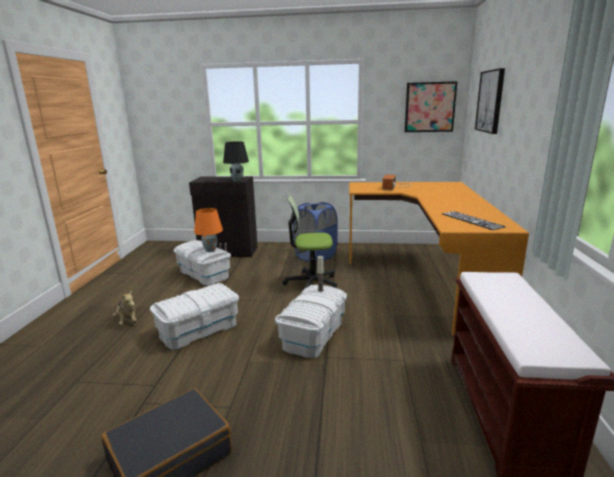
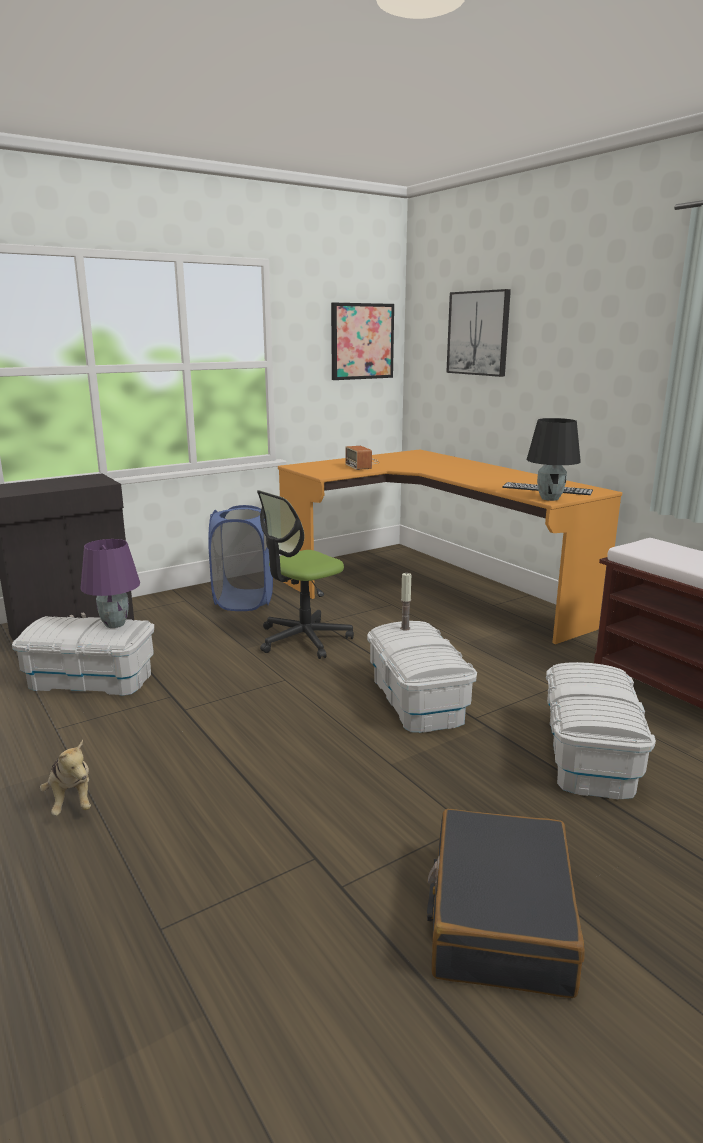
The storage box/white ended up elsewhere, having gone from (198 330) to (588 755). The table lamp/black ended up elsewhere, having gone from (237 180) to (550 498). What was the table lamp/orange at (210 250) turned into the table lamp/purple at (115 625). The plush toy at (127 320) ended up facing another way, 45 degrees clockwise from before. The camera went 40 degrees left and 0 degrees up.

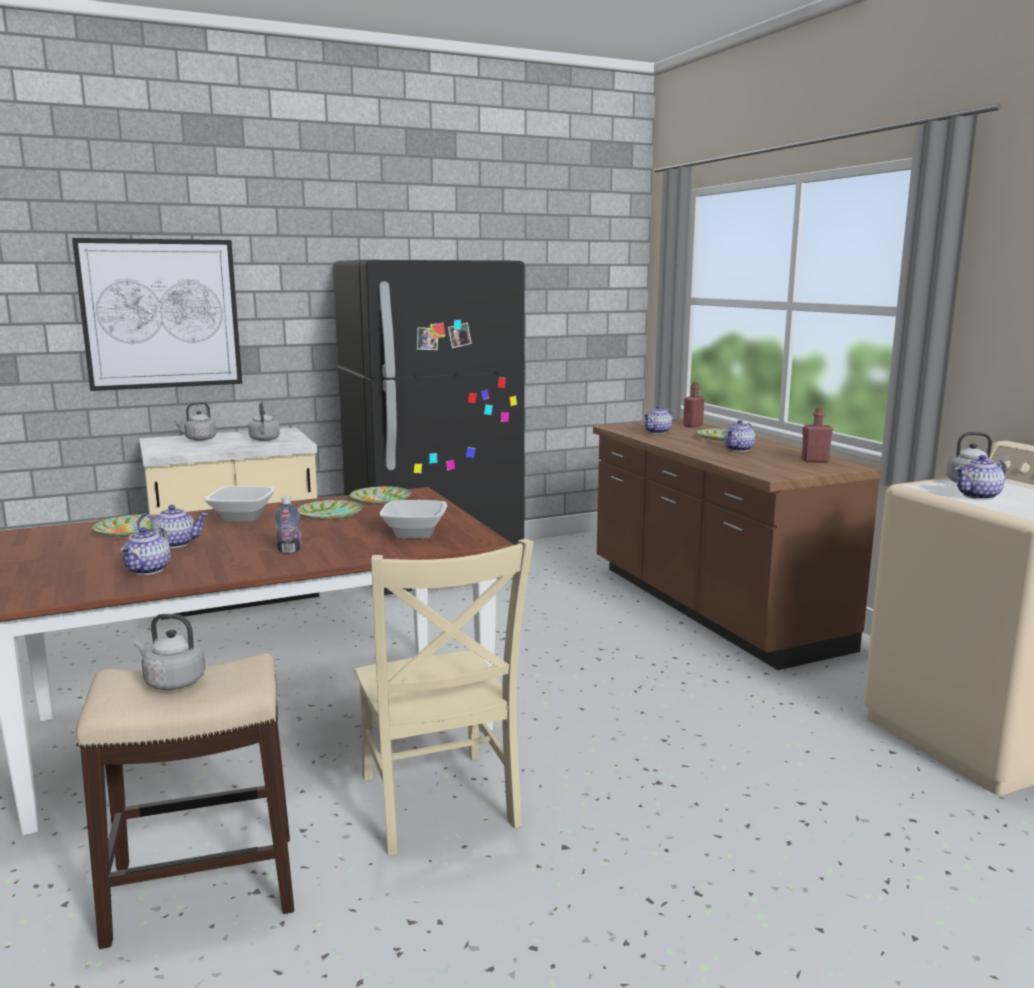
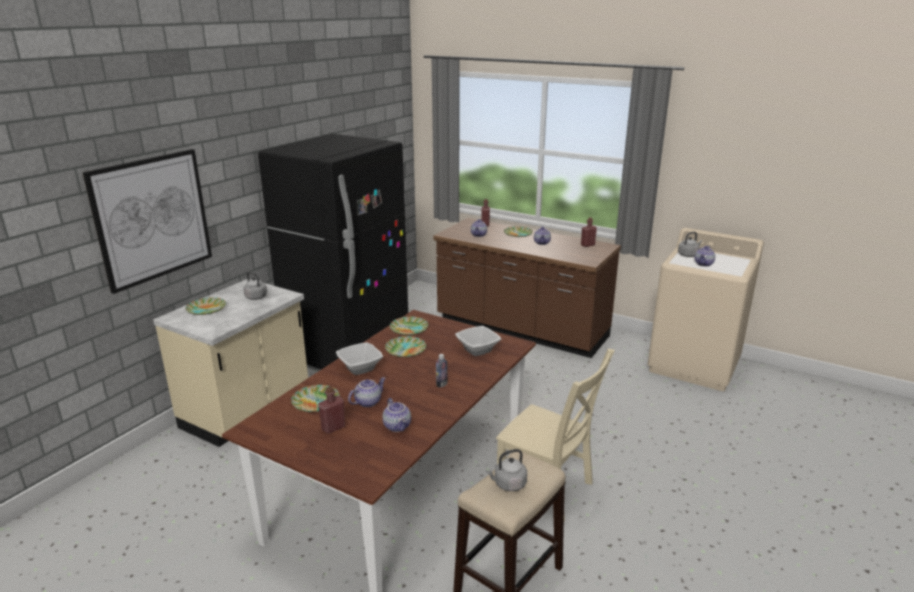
The second view gained the bottle/red at (333 428). Where the kettle/grey stood at (199 439), the plate came to stand at (206 309). The camera went 35 degrees left and 10 degrees up.

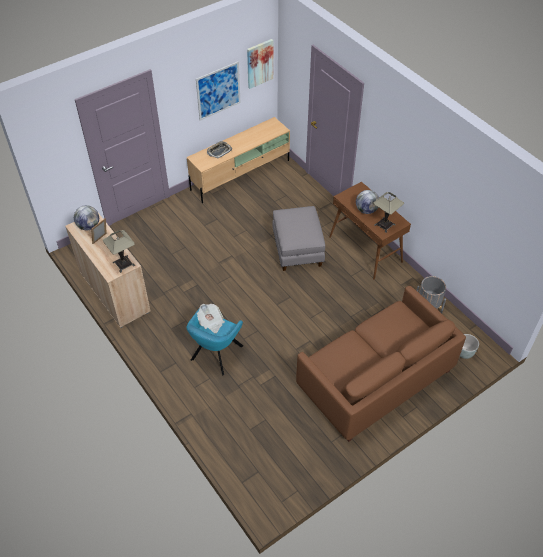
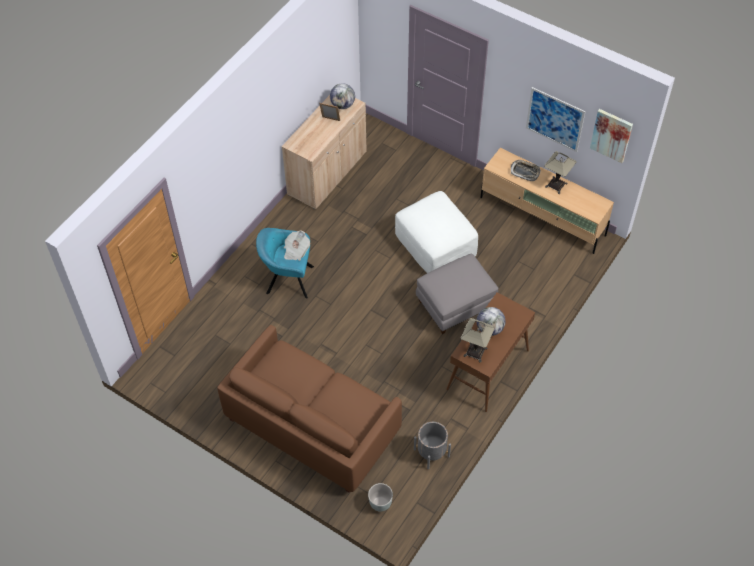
The second view gained the ottoman/white at (436 243). The table lamp ended up elsewhere, having gone from (123 263) to (556 185). The camera went 70 degrees right and 5 degrees up.

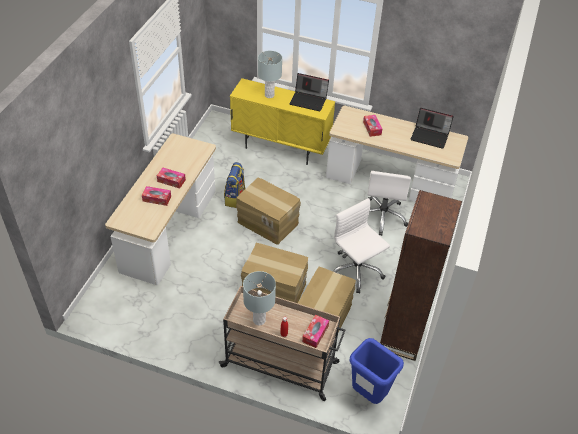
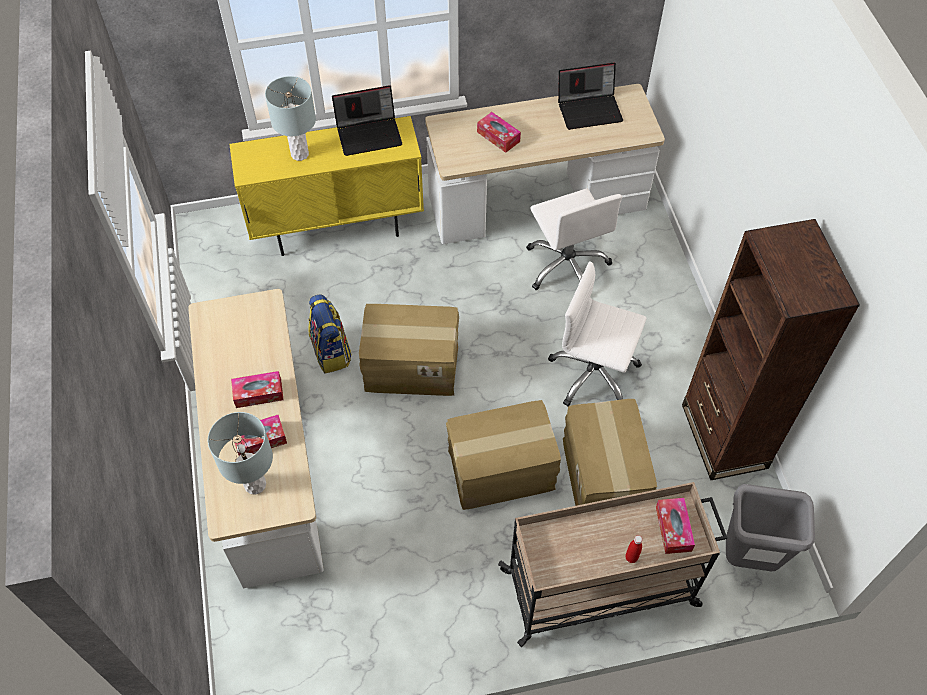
The table lamp/grey ended up elsewhere, having gone from (259 320) to (255 484). What was the trash can/blue at (368 394) turned into the trash can/grey at (747 558). The camera went 30 degrees left and 10 degrees up.

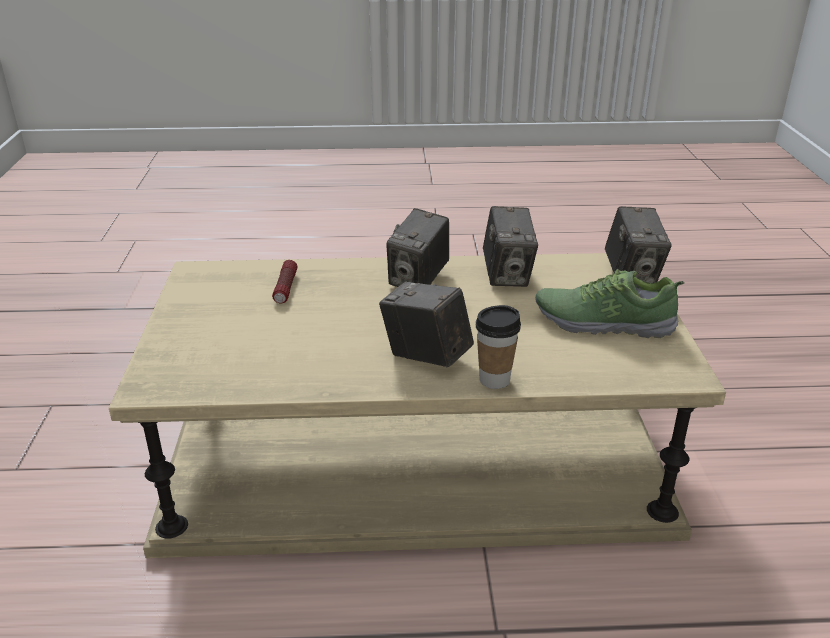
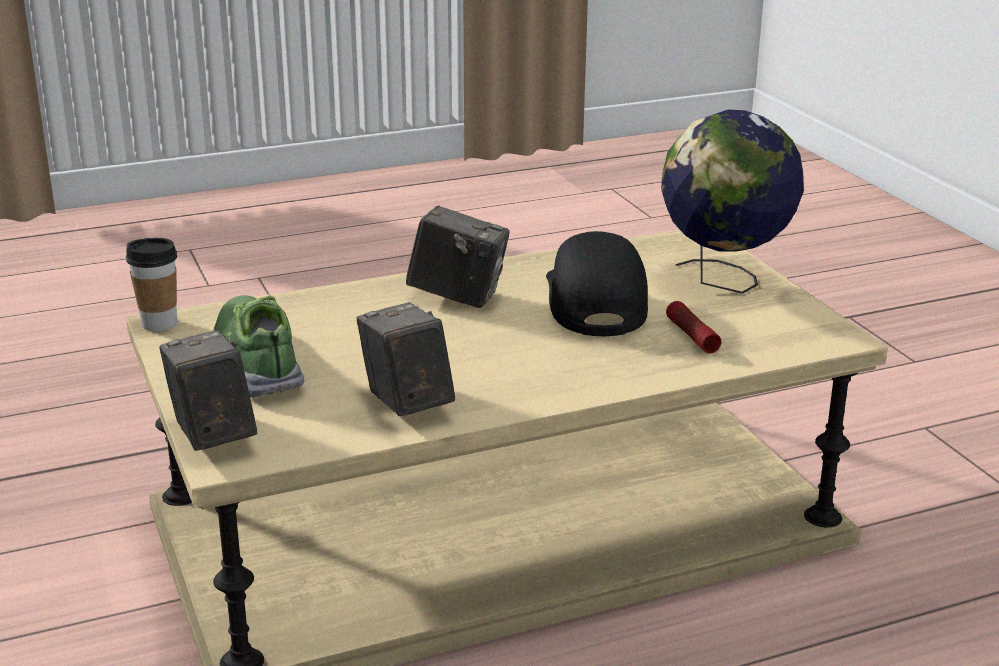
The second view lost the photo camera at (418 281). The second view gained the cap/black at (595 301). The second view gained the globe at (723 281). The cup ended up elsewhere, having gone from (494 380) to (159 323). The shoe at (603 322) ended up facing another way, 105 degrees counterclockwise from before. The camera went 160 degrees right and 5 degrees down.

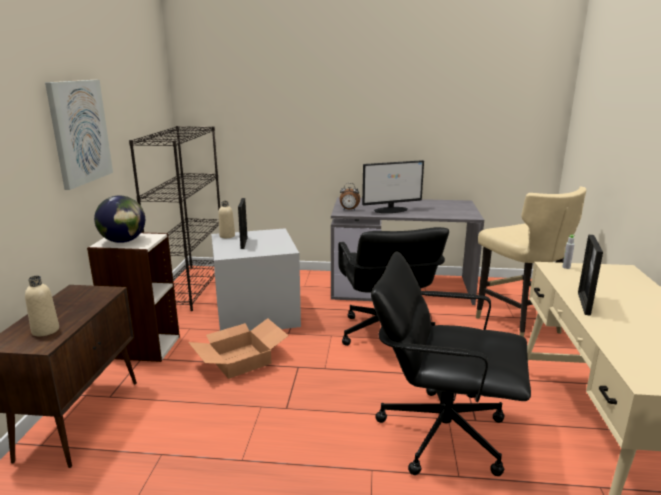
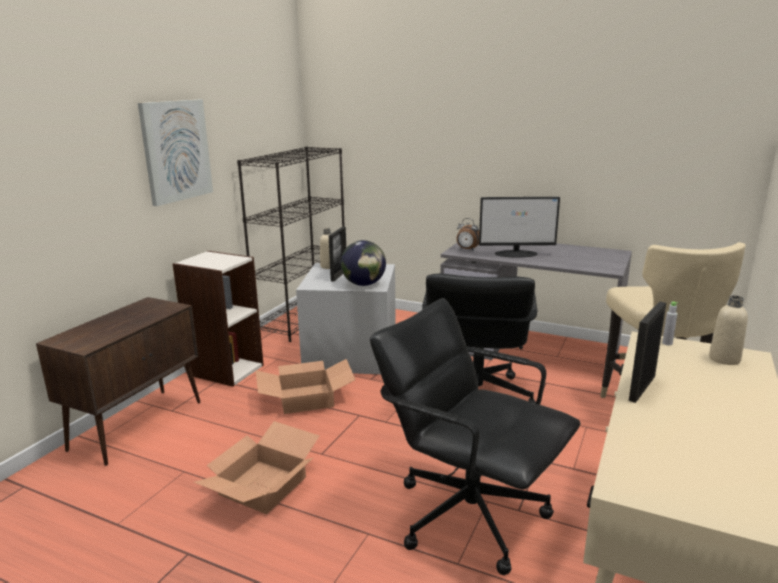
The second view gained the cardboard box at (263 487). The bottle/beige ended up elsewhere, having gone from (45 330) to (724 359). The globe ended up elsewhere, having gone from (123 241) to (364 284). The camera went 20 degrees right and 0 degrees up.

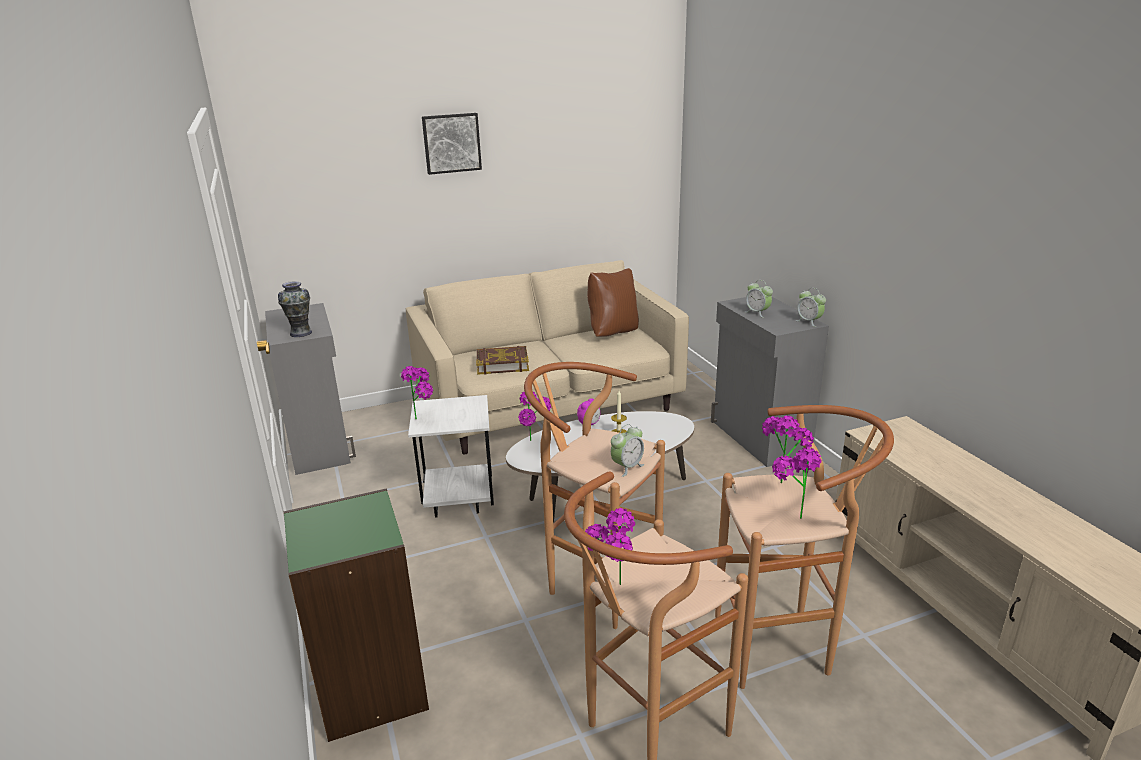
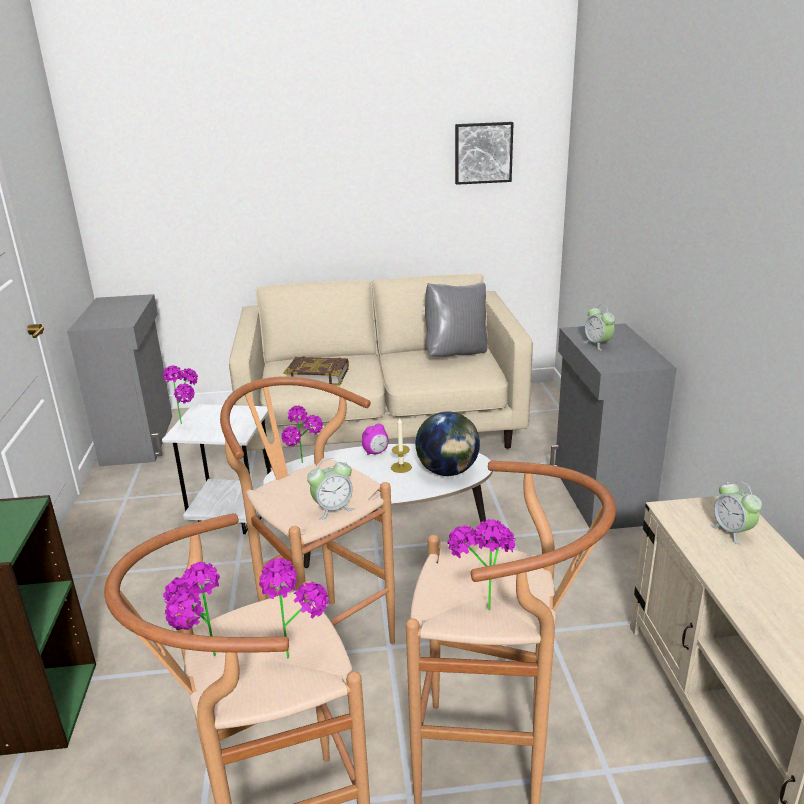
The second view lost the vase at (301 333). The second view gained the globe at (447 472). The picture ended up elsewhere, having gone from (451 143) to (483 153). The potted plant ended up elsewhere, having gone from (781 478) to (296 648). The alarm clock ended up elsewhere, having gone from (809 322) to (732 532). What was the pillow/brown at (612 333) turned into the pillow/grey at (456 354). The camera went 15 degrees right and 0 degrees up.

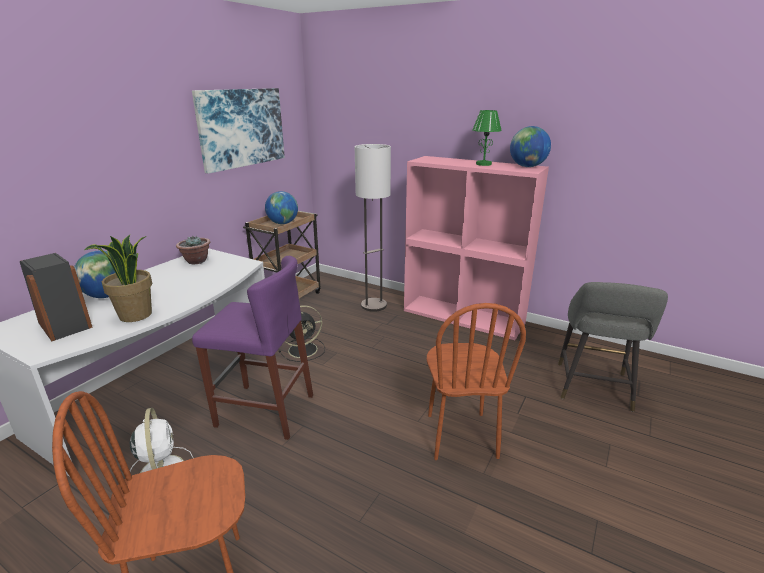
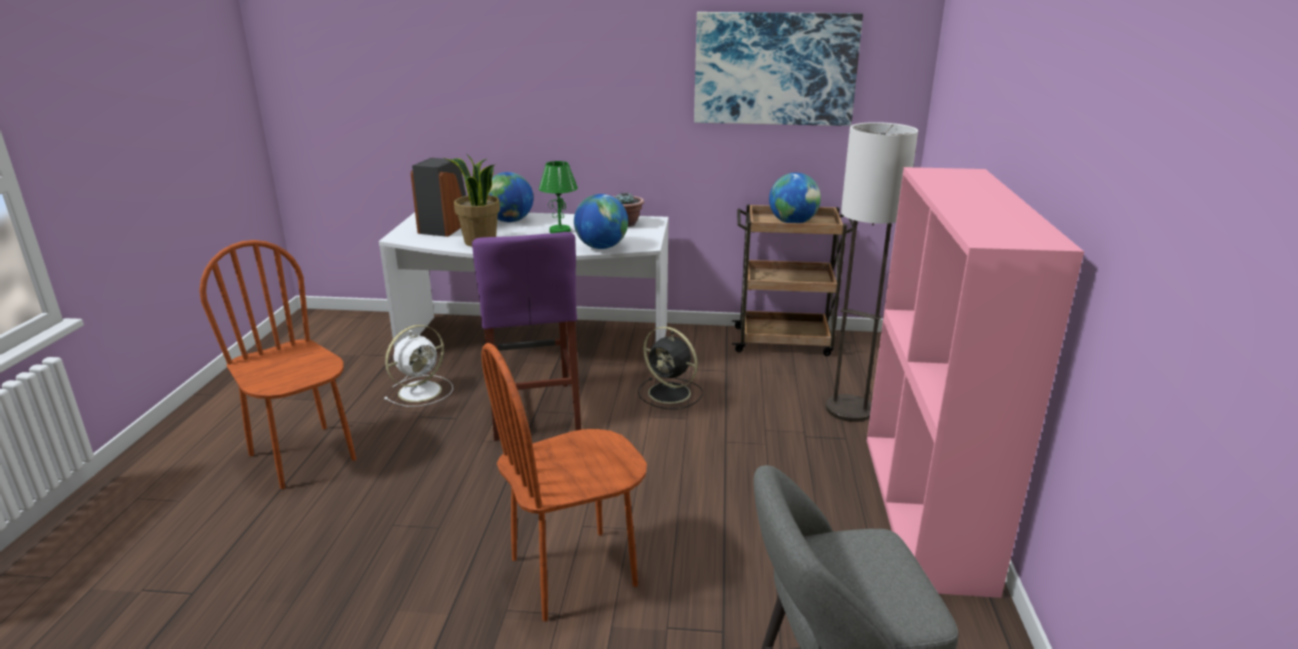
The table lamp/green ended up elsewhere, having gone from (484 164) to (560 231). The globe ended up elsewhere, having gone from (527 167) to (601 247). The camera went 65 degrees right and 0 degrees up.

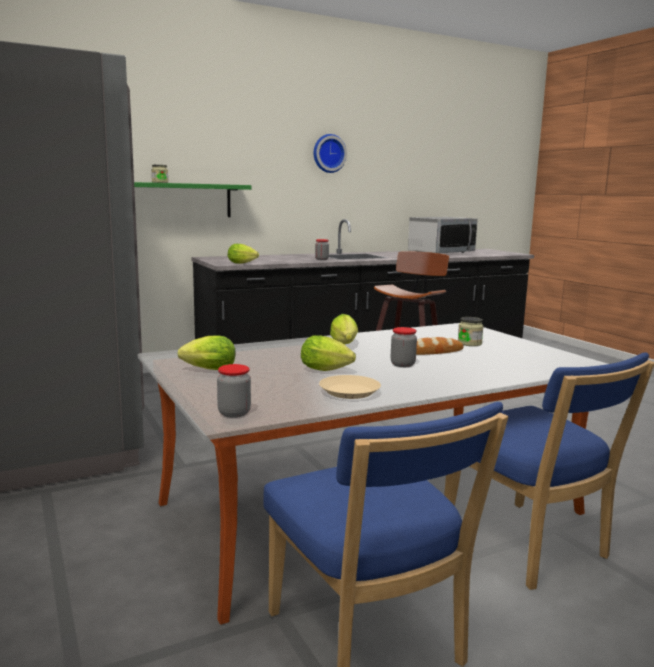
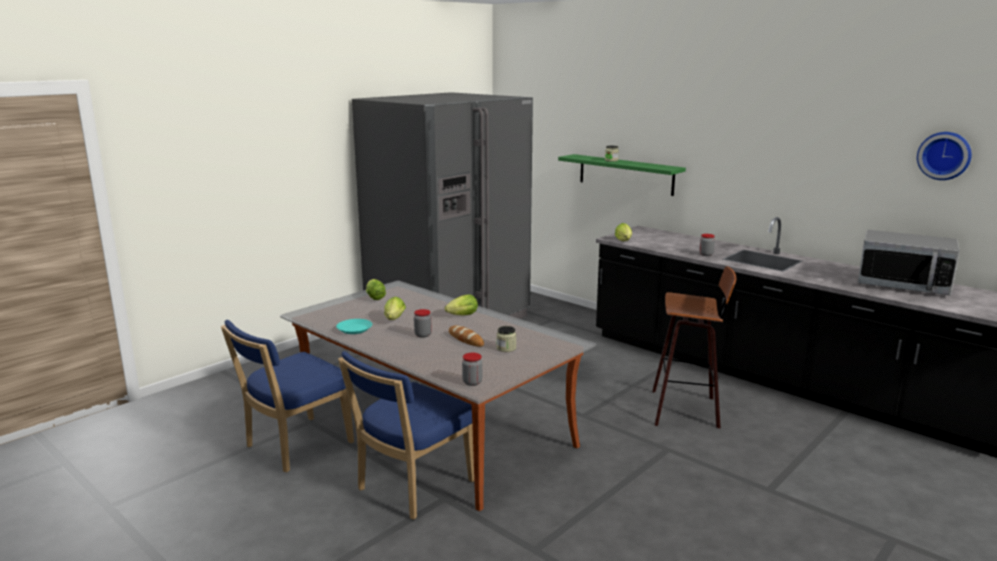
The jar ended up elsewhere, having gone from (234 413) to (472 382). The wall clock ended up elsewhere, having gone from (328 153) to (944 155). What was the plate/beige at (349 391) turned into the plate/turquoise at (355 329). The camera went 70 degrees right and 5 degrees up.

